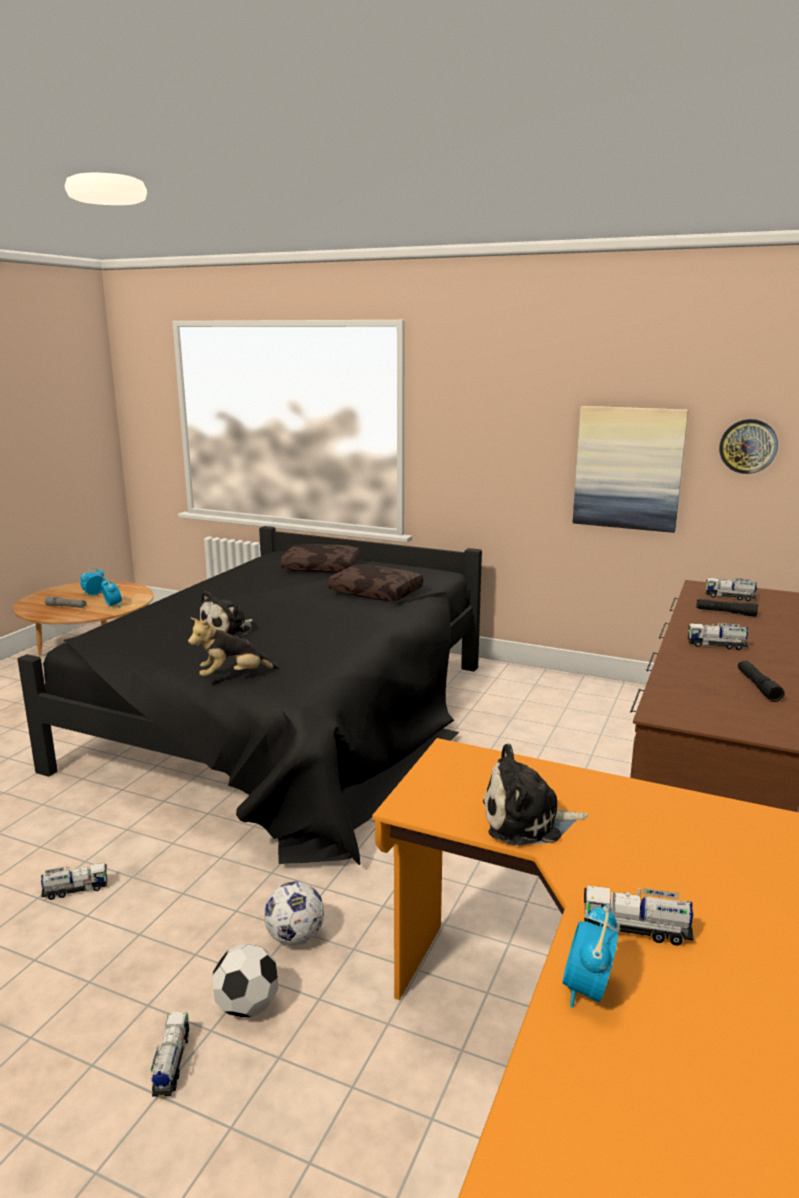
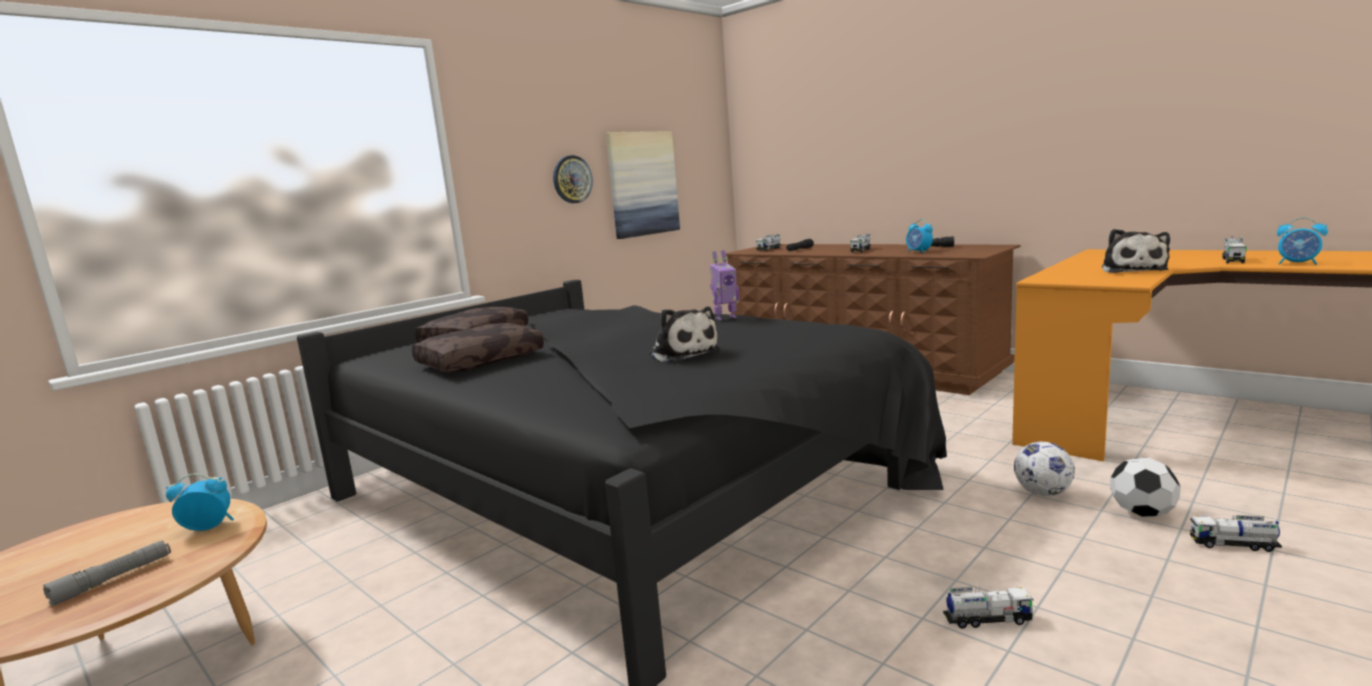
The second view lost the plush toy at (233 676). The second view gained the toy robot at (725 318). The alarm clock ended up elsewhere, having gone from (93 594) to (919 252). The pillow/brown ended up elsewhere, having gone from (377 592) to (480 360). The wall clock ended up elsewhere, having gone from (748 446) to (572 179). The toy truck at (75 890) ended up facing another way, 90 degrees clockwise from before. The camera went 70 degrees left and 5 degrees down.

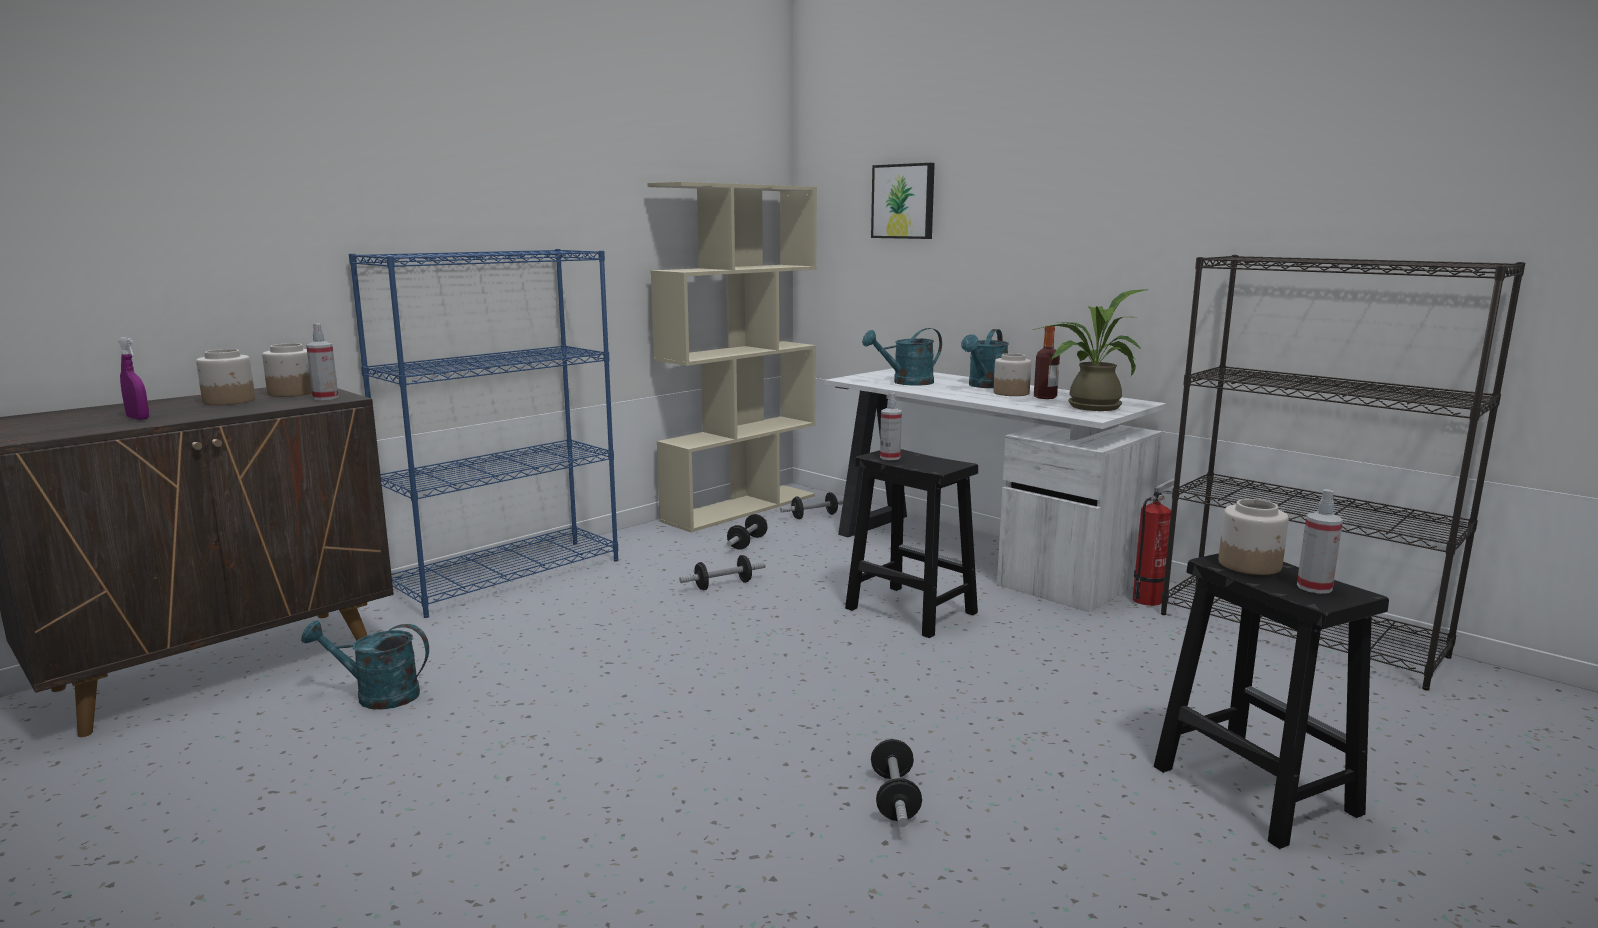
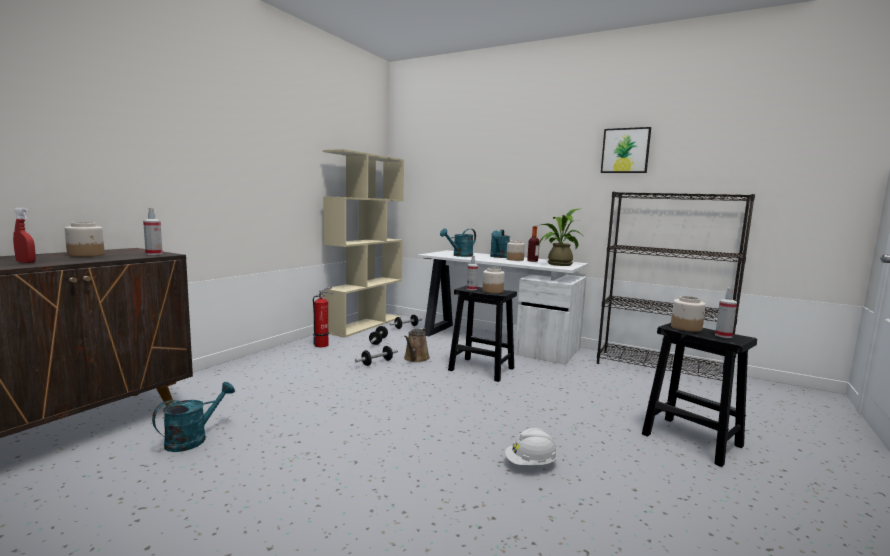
The second view lost the bookcase/blue at (509 576). The second view gained the watering can/brown at (415 359). The jar ended up elsewhere, having gone from (291 393) to (492 291). The picture ended up elsewhere, having gone from (904 201) to (625 151). The fire extinguisher ended up elsewhere, having gone from (1150 599) to (323 345). Where the dumbbell stood at (894 798), the hard hat/white came to stand at (531 464). What was the spray bottle/purple at (138 418) turned into the spray bottle/red at (26 262). The watering can/turquoise at (377 695) ended up facing another way, 135 degrees clockwise from before. The camera went 15 degrees left and 5 degrees down.

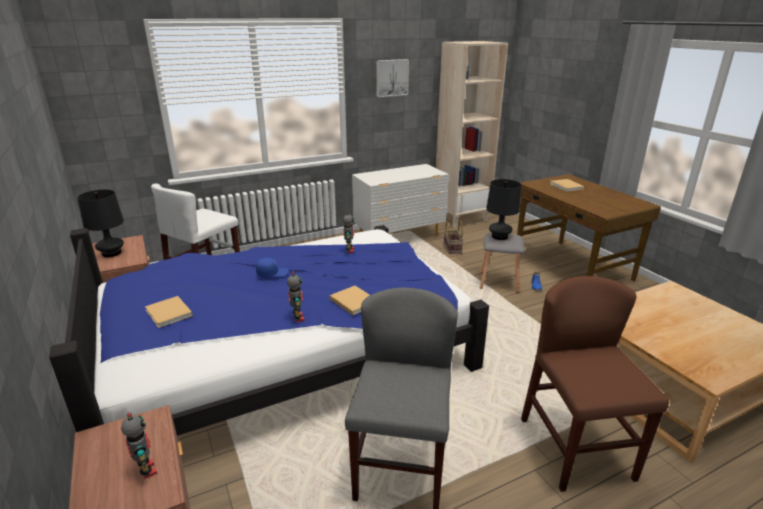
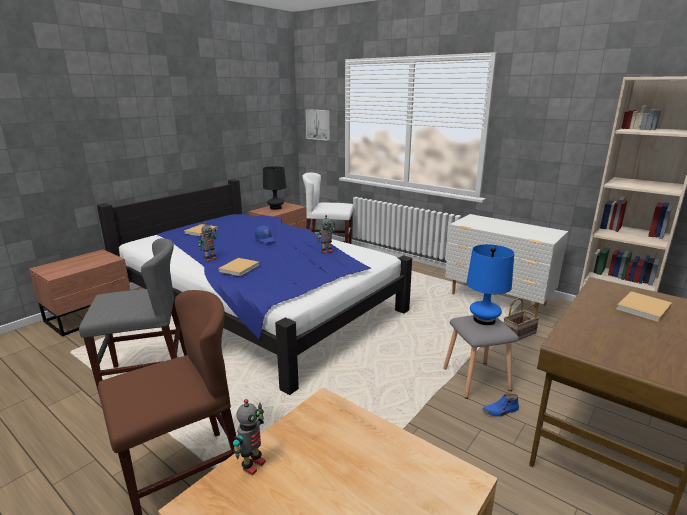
The toy robot ended up elsewhere, having gone from (146 470) to (252 465). The picture ended up elsewhere, having gone from (391 77) to (318 124). What was the table lamp/black at (499 236) turned into the table lamp/blue at (484 319). The camera went 65 degrees right and 5 degrees down.

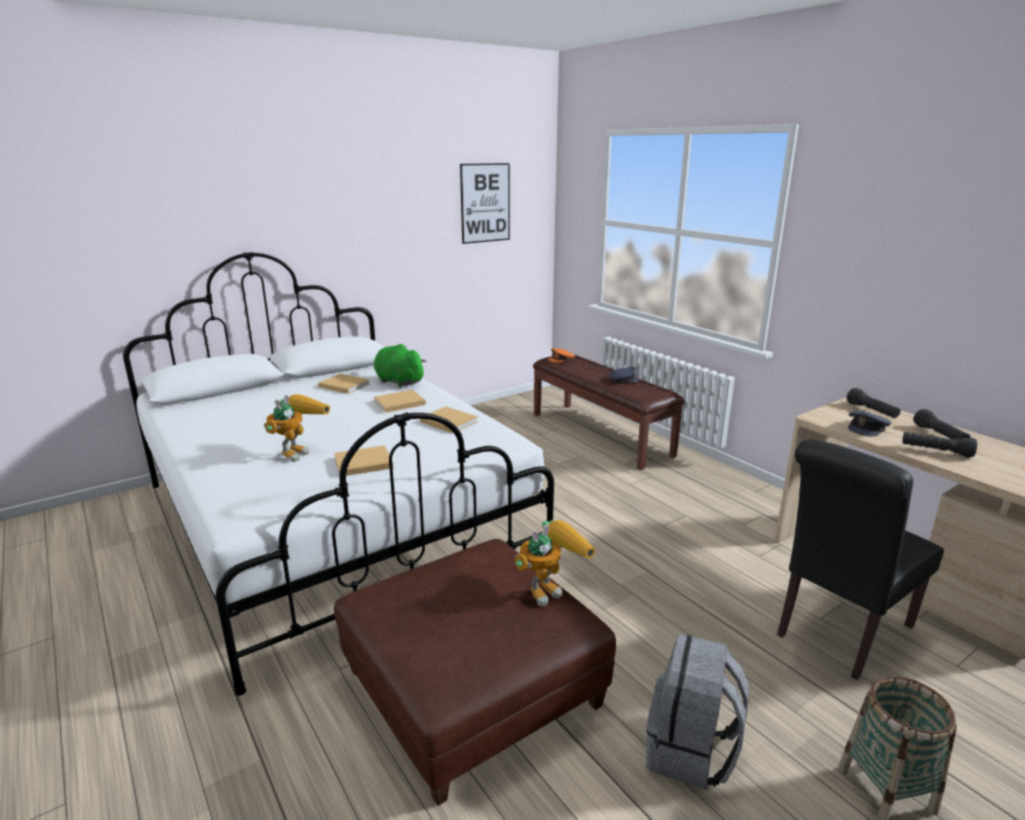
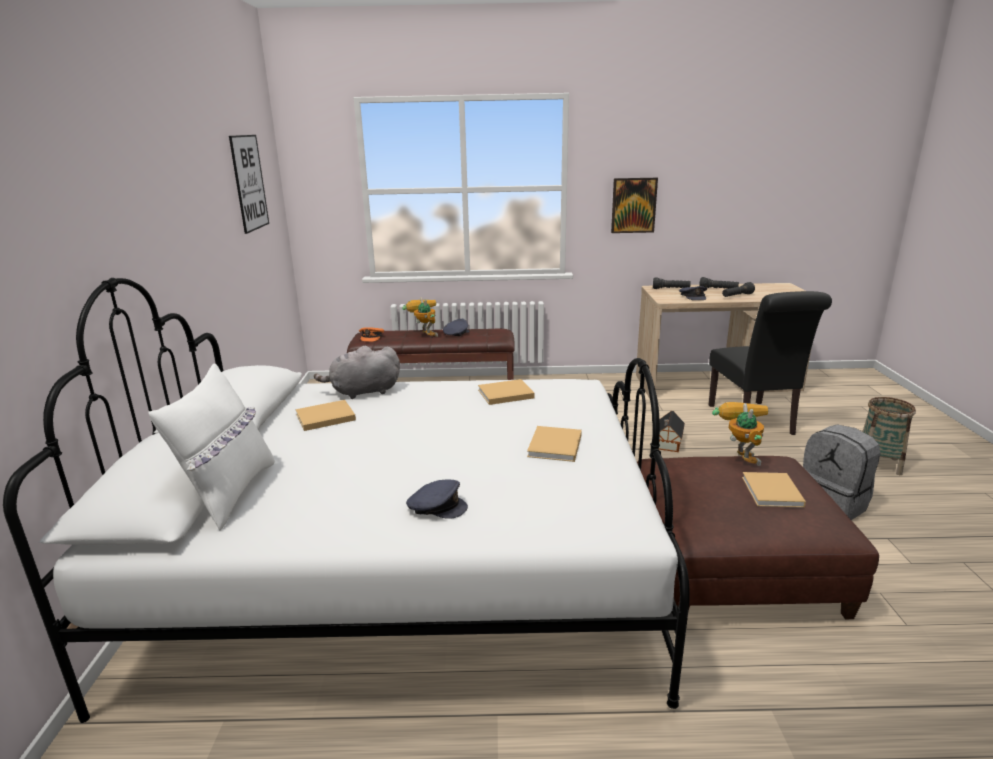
The second view gained the pillow/white at (230 493). The second view gained the cap/grey at (437 506). The second view gained the picture at (633 205). The second view gained the toy house at (667 443). The toy robot ended up elsewhere, having gone from (298 451) to (424 334). The book/beige ended up elsewhere, having gone from (398 403) to (772 493). What was the plush toy/green at (398 381) turned into the plush toy/grey at (362 392). The camera went 55 degrees left and 0 degrees up.

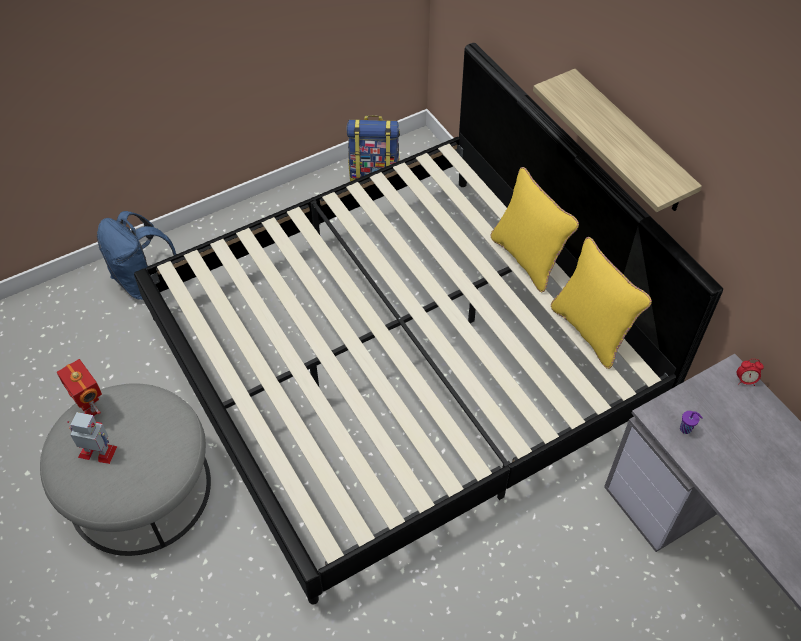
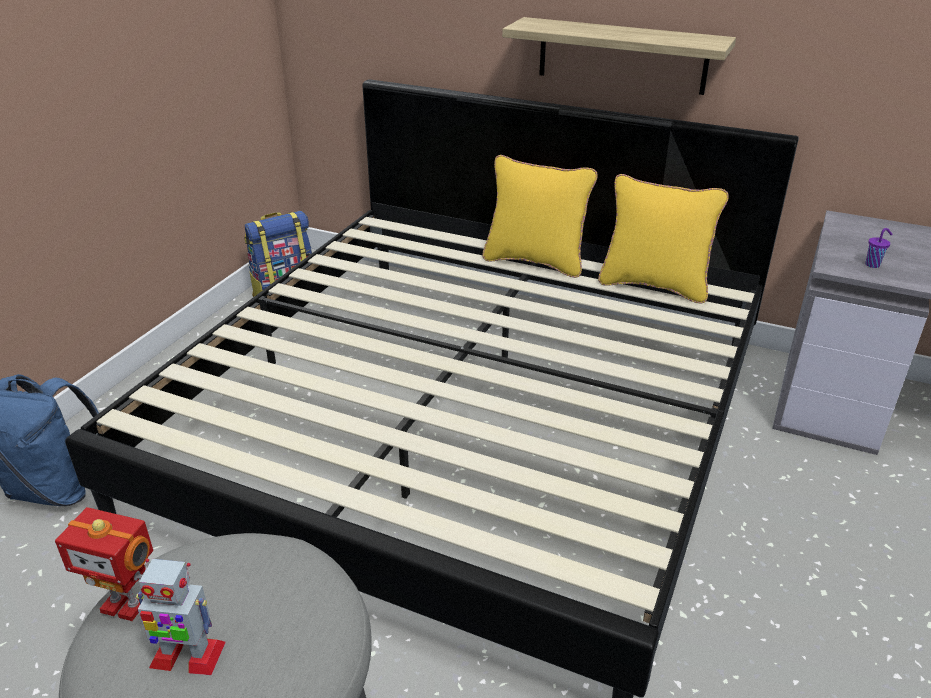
The second view lost the alarm clock at (745 380). The toy robot at (98 451) ended up facing another way, 150 degrees counterclockwise from before. The camera went 35 degrees left and 20 degrees down.

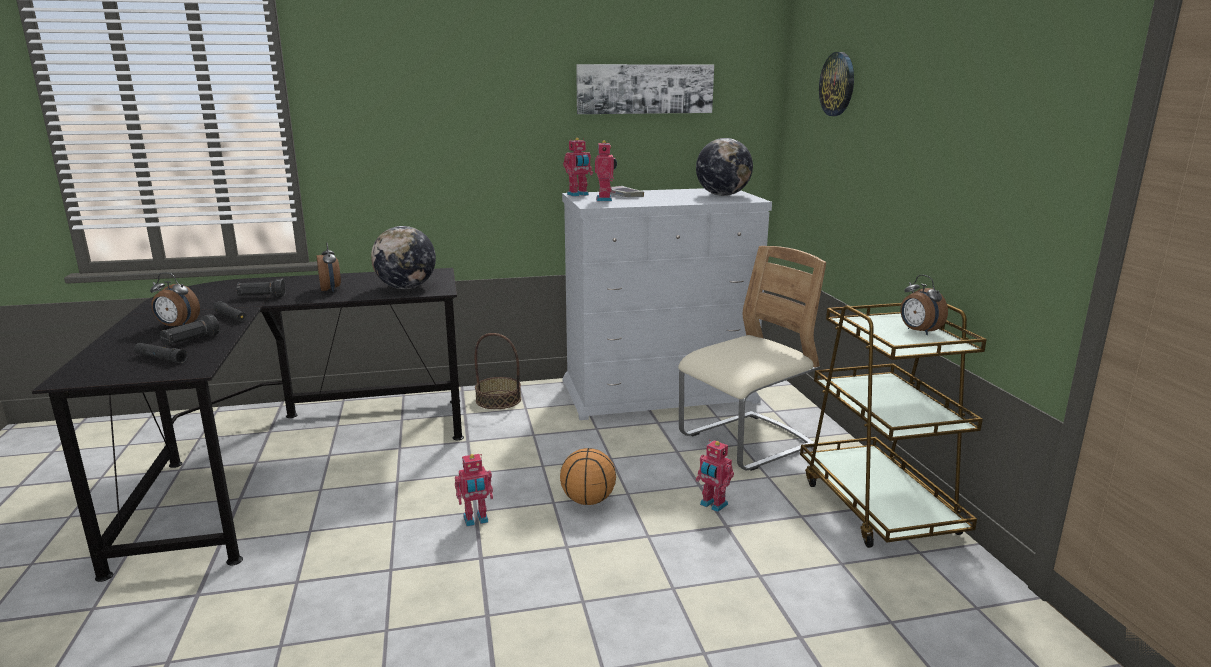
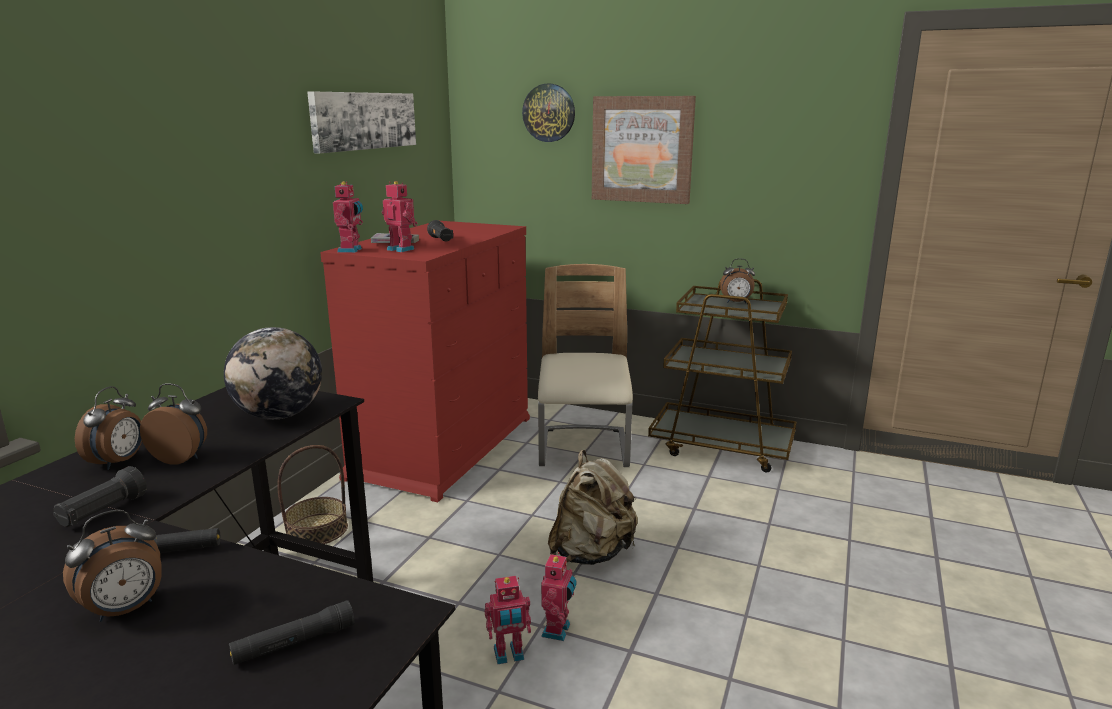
The second view lost the globe at (722 195). The second view gained the alarm clock at (119 462). The second view gained the picture at (642 149). The flashlight/black ended up elsewhere, having gone from (191 341) to (441 240). The toy robot ended up elsewhere, having gone from (712 505) to (509 655). Where the basketball stood at (588 500), the backpack/beige came to stand at (592 553). What was the dresser/white at (659 391) turned into the dresser/red at (443 446). The camera went 55 degrees left and 0 degrees up.

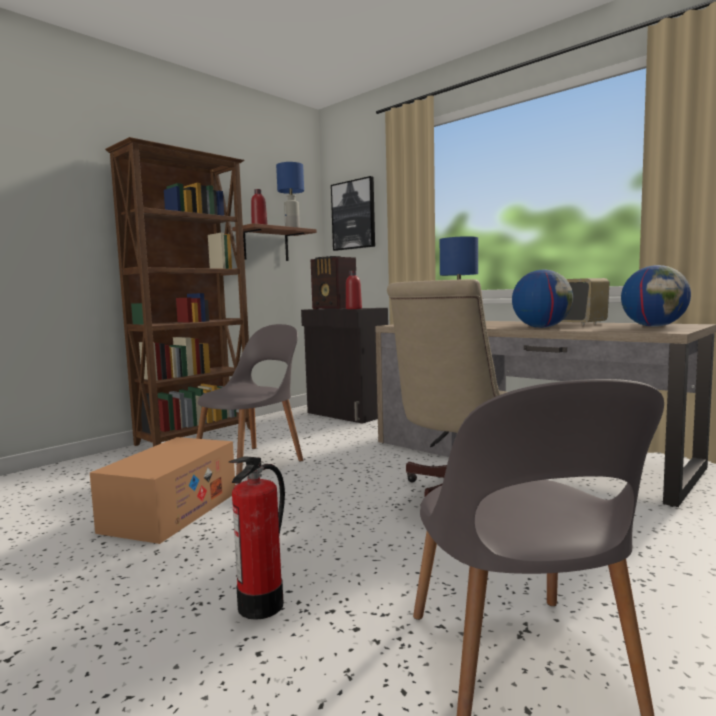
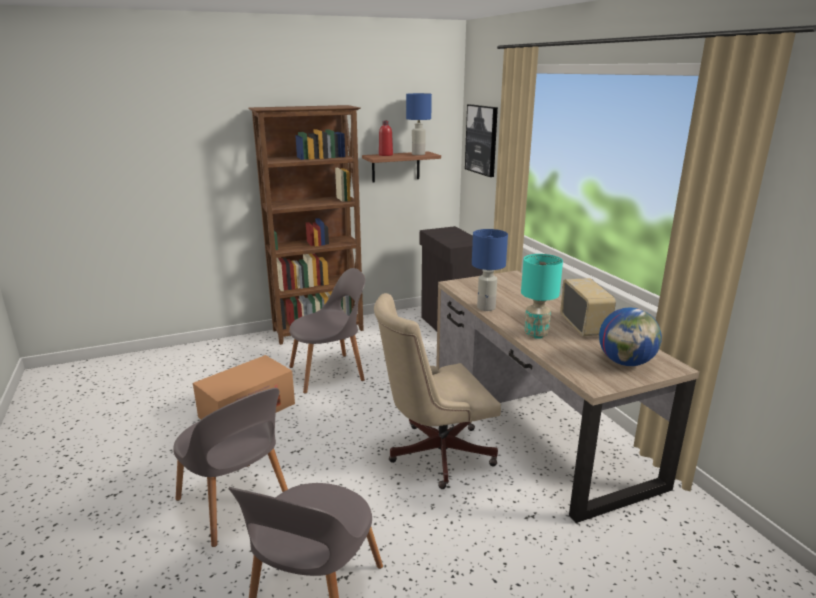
The second view lost the radio at (334 308). The second view lost the bottle/red at (353 309). Where the fire extinguisher stood at (261 605), the chair/grey came to stand at (235 504). Where the globe stood at (541 327), the table lamp/turquoise came to stand at (535 334). The camera went 25 degrees right and 15 degrees up.

